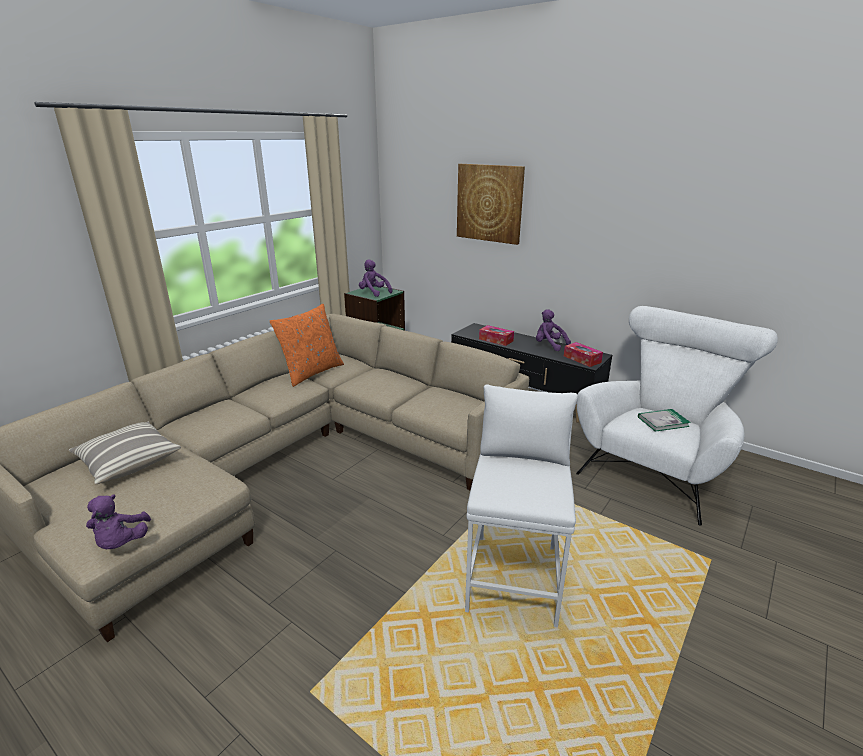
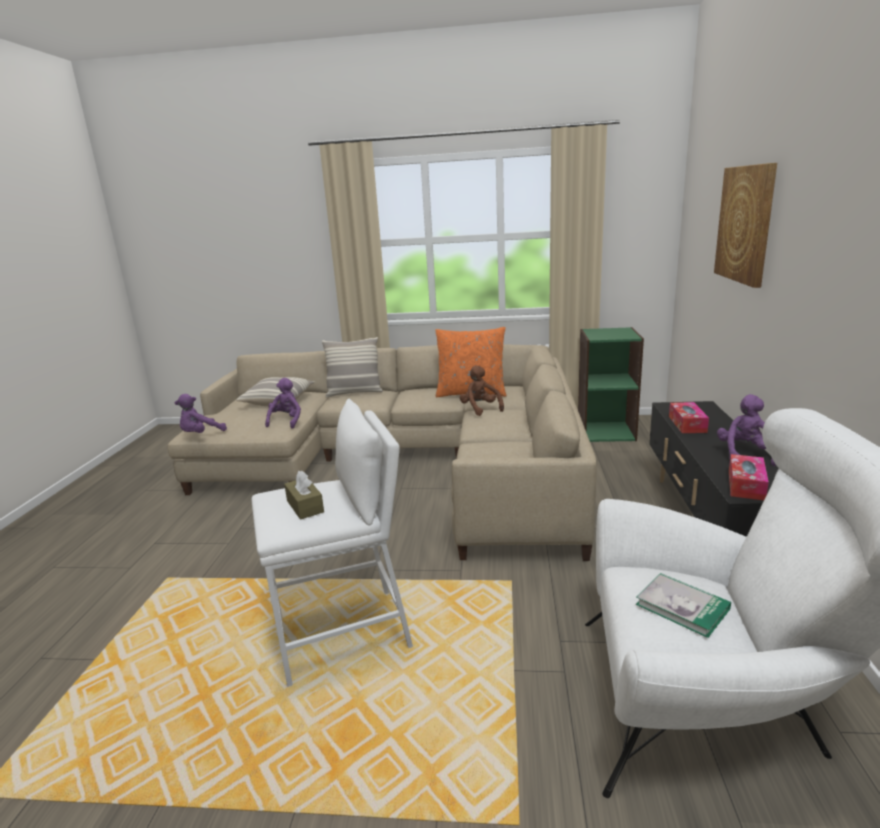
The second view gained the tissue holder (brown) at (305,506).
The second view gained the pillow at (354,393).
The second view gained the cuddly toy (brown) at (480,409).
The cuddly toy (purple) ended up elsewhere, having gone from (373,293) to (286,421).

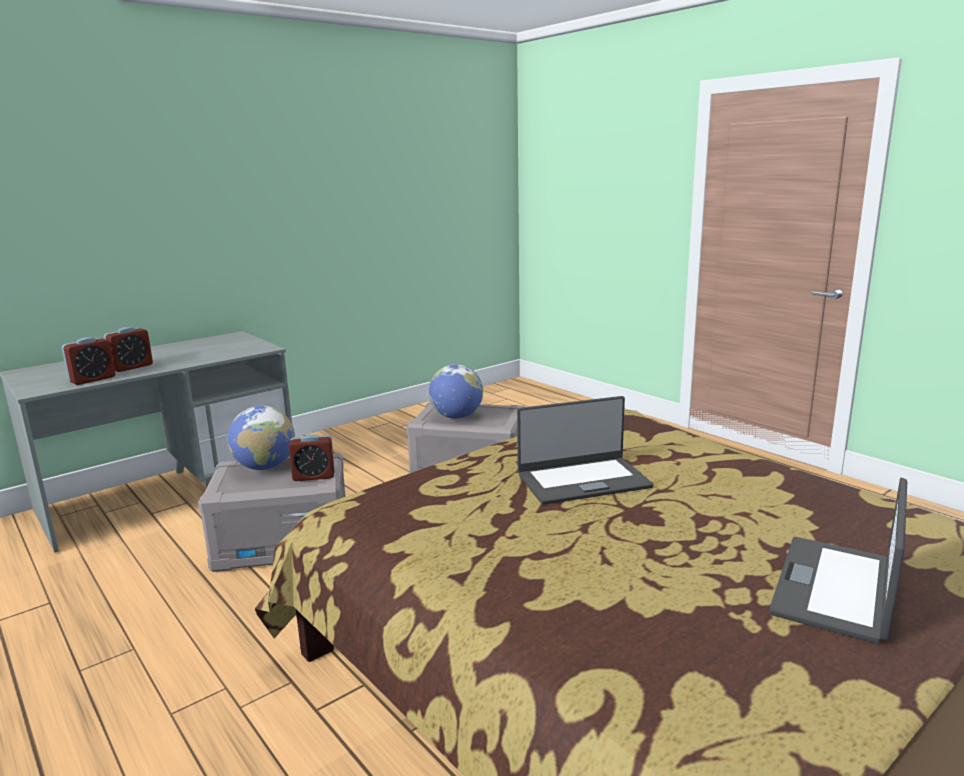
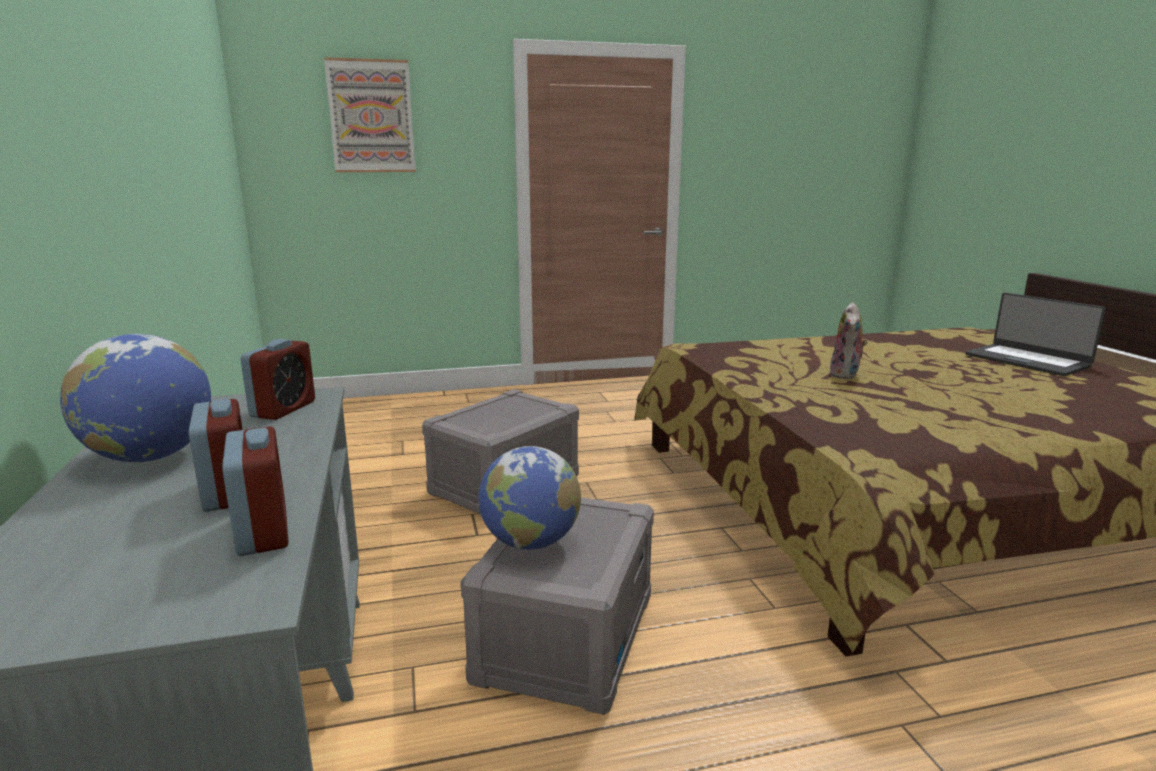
The second view gained the wall art at (371,116).
The bedside clock ended up elsewhere, having gone from (314,476) to (283,409).
The desk globe ended up elsewhere, having gone from (457,417) to (151,457).
Where the laptop stood at (582,480), the cuddly toy came to stand at (846,375).

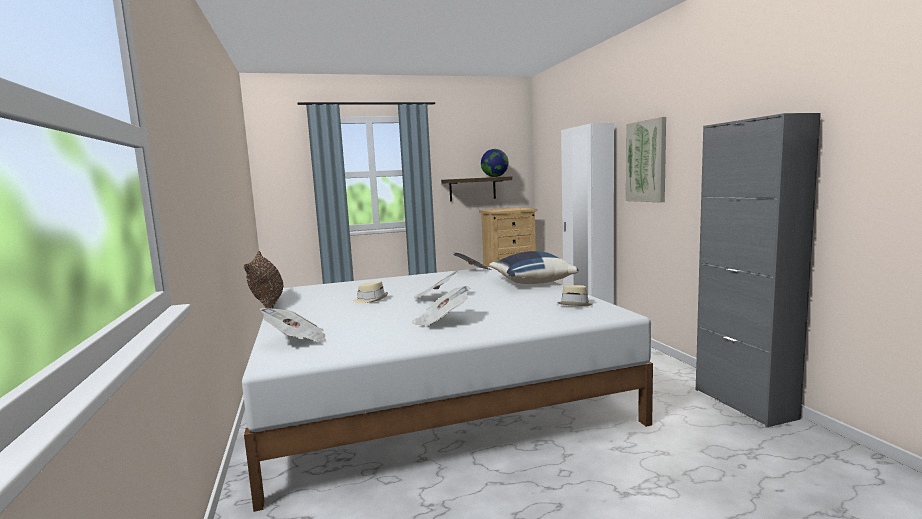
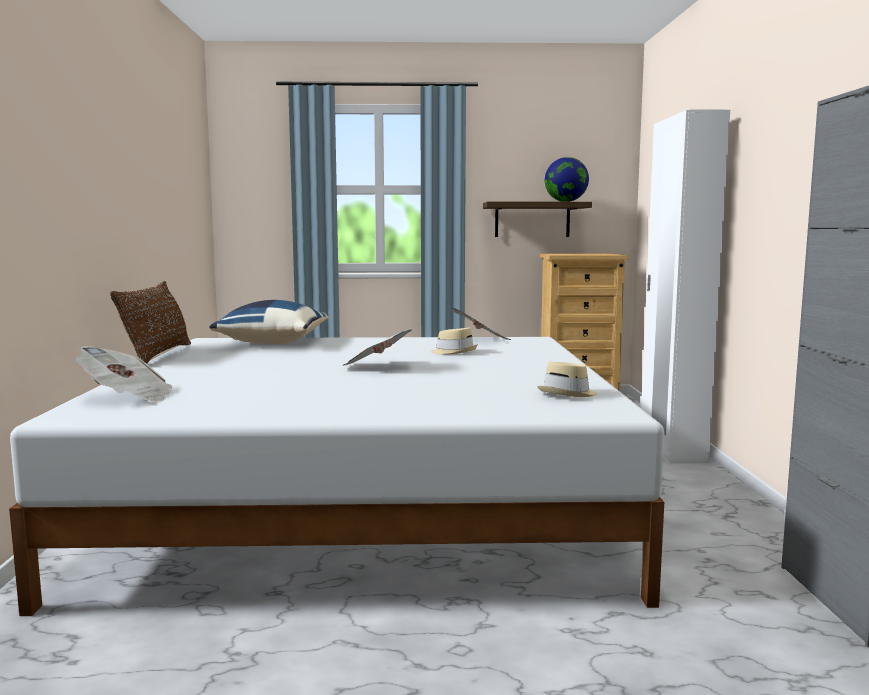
The second view lost the newspaper at (441,322).
The second view lost the wall art at (646,161).
The hat (beige-coloured) ended up elsewhere, having gone from (371,299) to (454,352).
The pillow (blue) ended up elsewhere, having gone from (531,282) to (272,343).

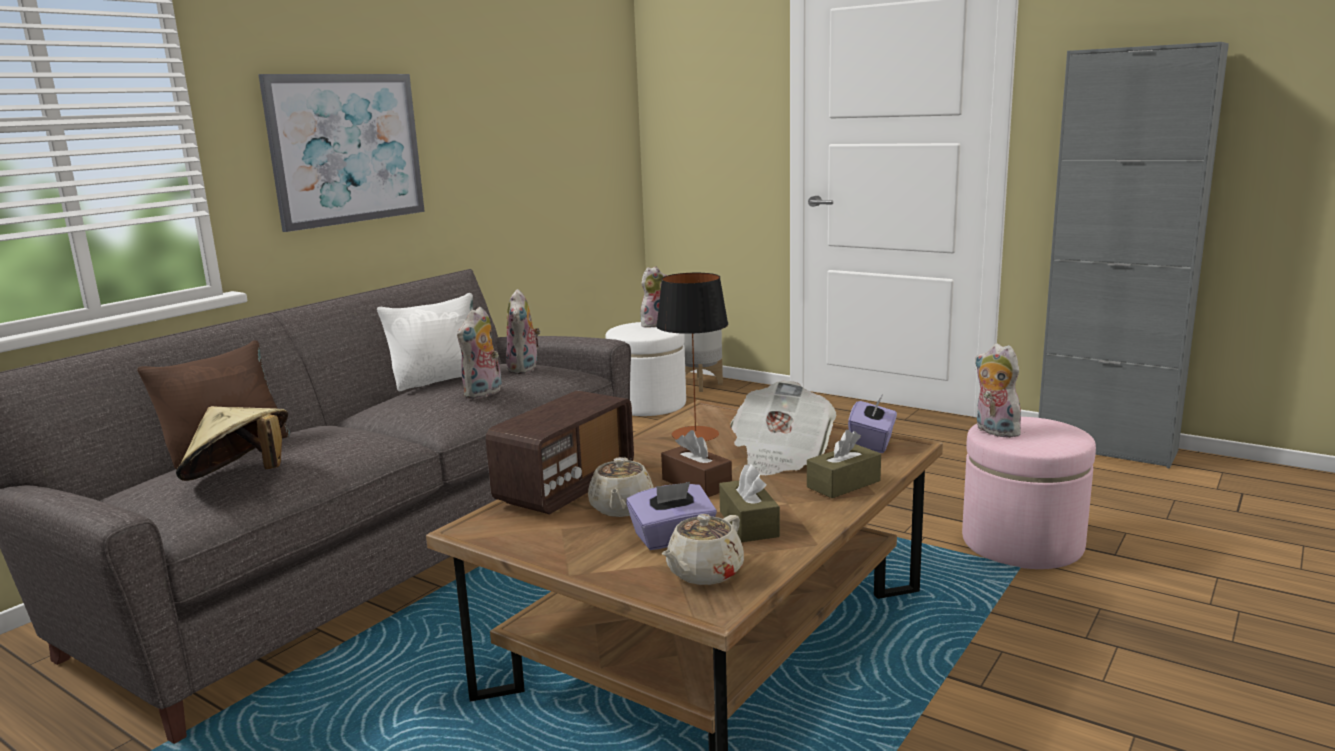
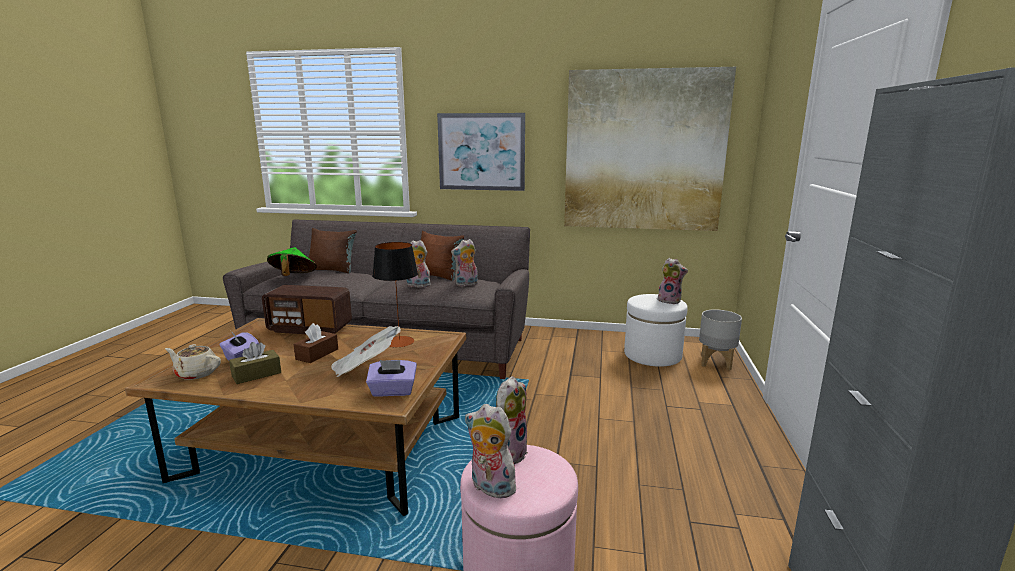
The second view lost the tea pot (beige-coloured) at (621,508).
The second view lost the tissue holder (brown) at (843,484).
The second view gained the cuddly toy at (490,488).
The second view gained the wall art at (644,151).
What was the hat (beige-coloured) at (240,478) turned into the hat (green-coloured) at (293,277).
What was the pillow (white-coloured) at (440,380) turned into the pillow (brown) at (438,276).

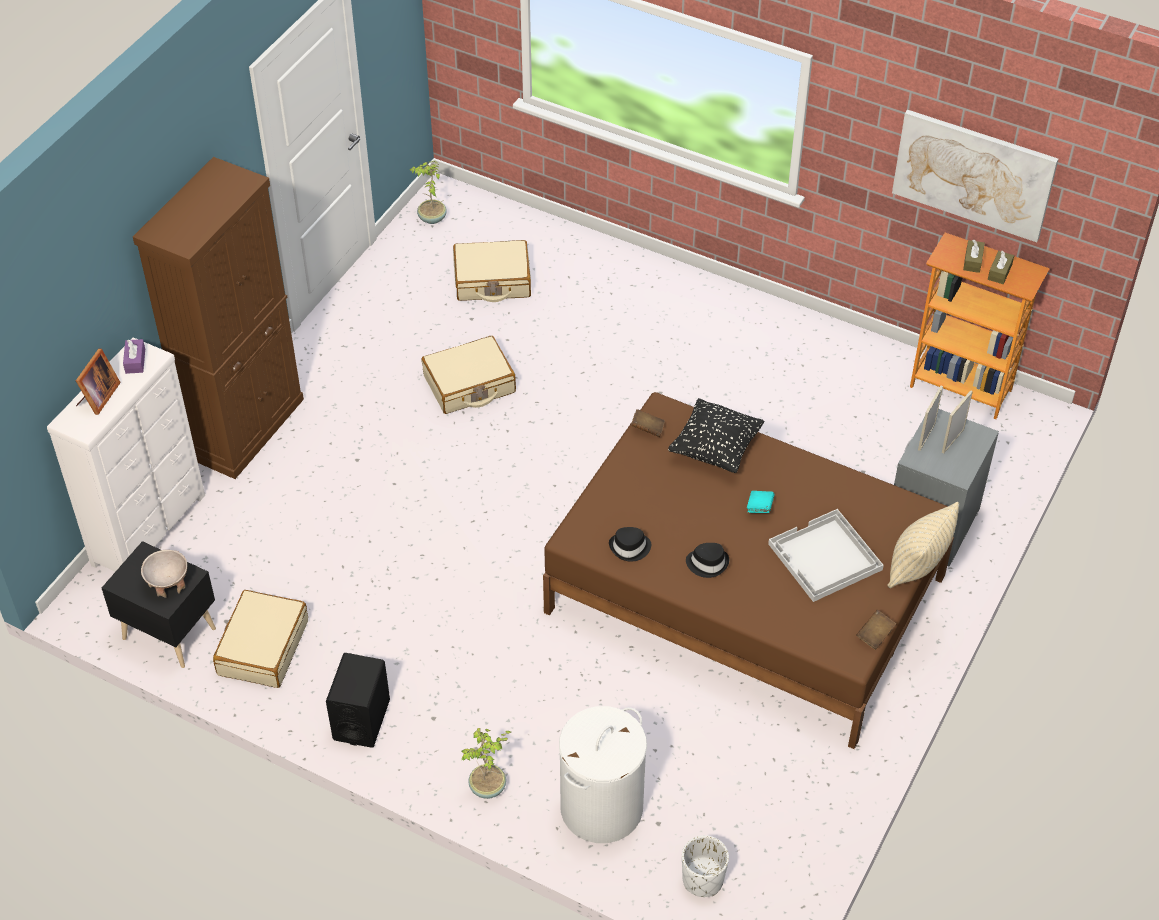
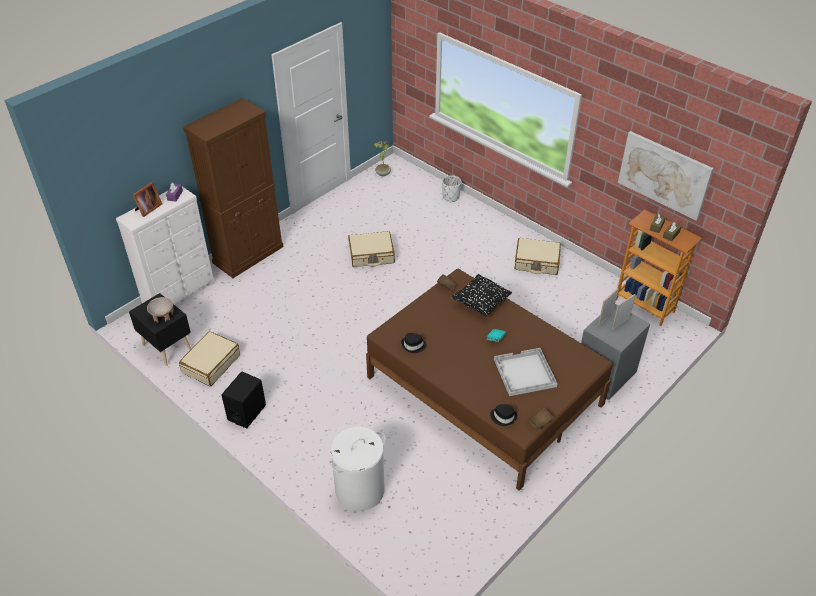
The second view lost the houseplant at (488,788).
The second view lost the pillow (beige-coloured) at (917,567).
The piece of luggage (beige-coloured) ended up elsewhere, having gone from (492,280) to (536,262).
The planter (white-coloured) ended up elsewhere, having gone from (702,880) to (450,197).
The hat (black-coloured) ended up elsewhere, having gone from (707,563) to (503,417).

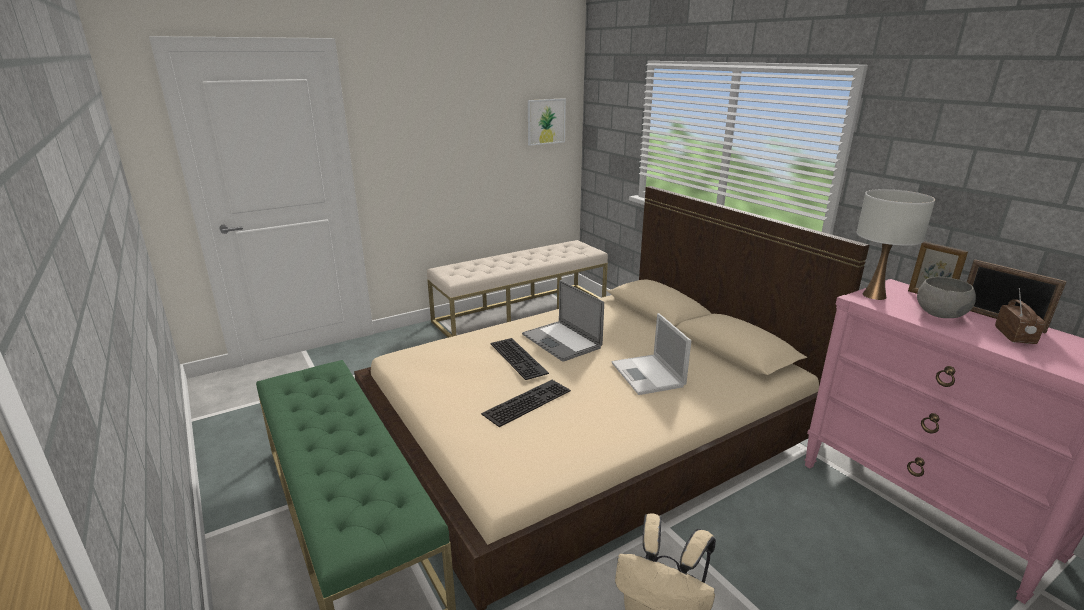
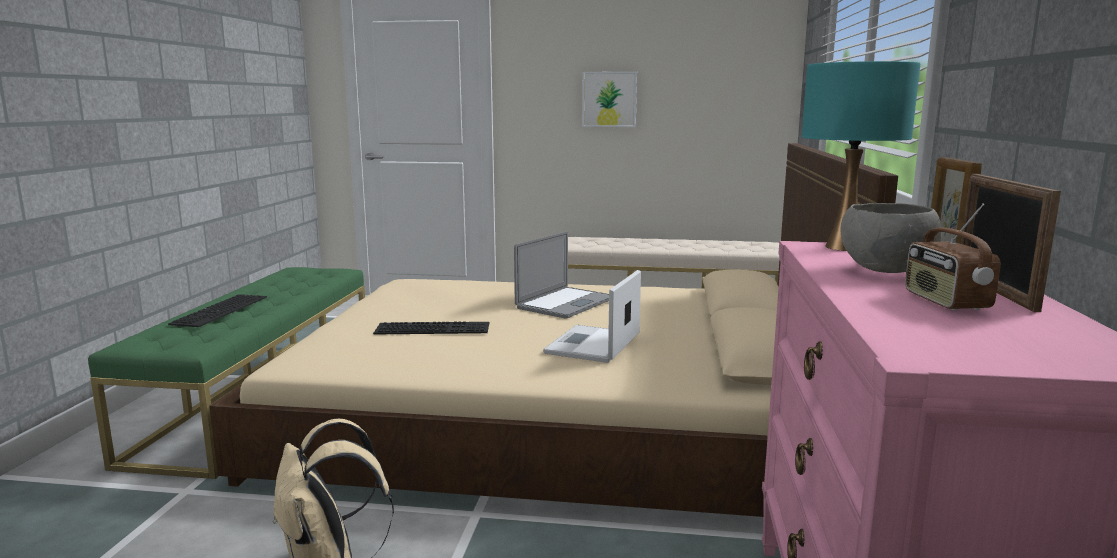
The PC keyboard ended up elsewhere, having gone from (520,358) to (222,310).
The wall art ended up elsewhere, having gone from (546,121) to (609,99).
What was the tabletop lamp (white-coloured) at (874,295) turned into the tabletop lamp (turquoise-coloured) at (844,247).
The laptop at (561,341) ended up facing another way, 150 degrees counterclockwise from before.
The radio at (1015,336) ended up facing another way, 120 degrees clockwise from before.

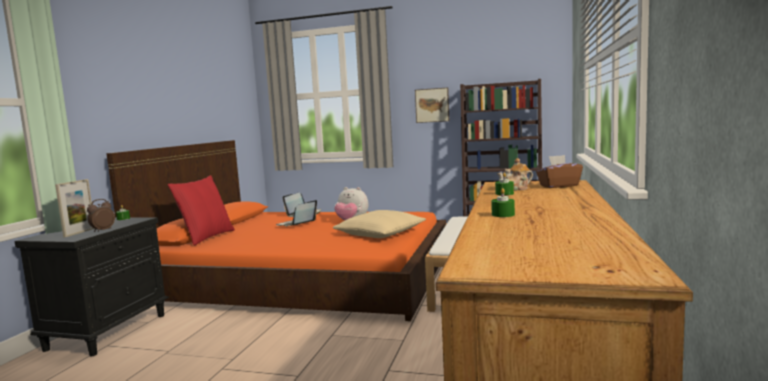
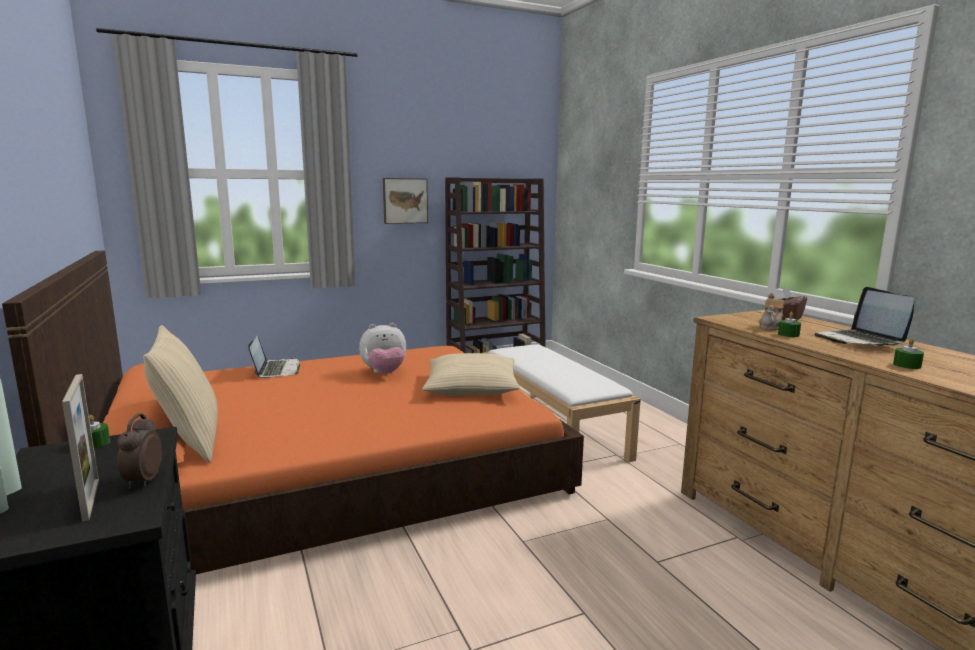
The laptop ended up elsewhere, having gone from (296,224) to (860,340).
What was the pillow (red) at (206,237) turned into the pillow (beige-coloured) at (190,441).

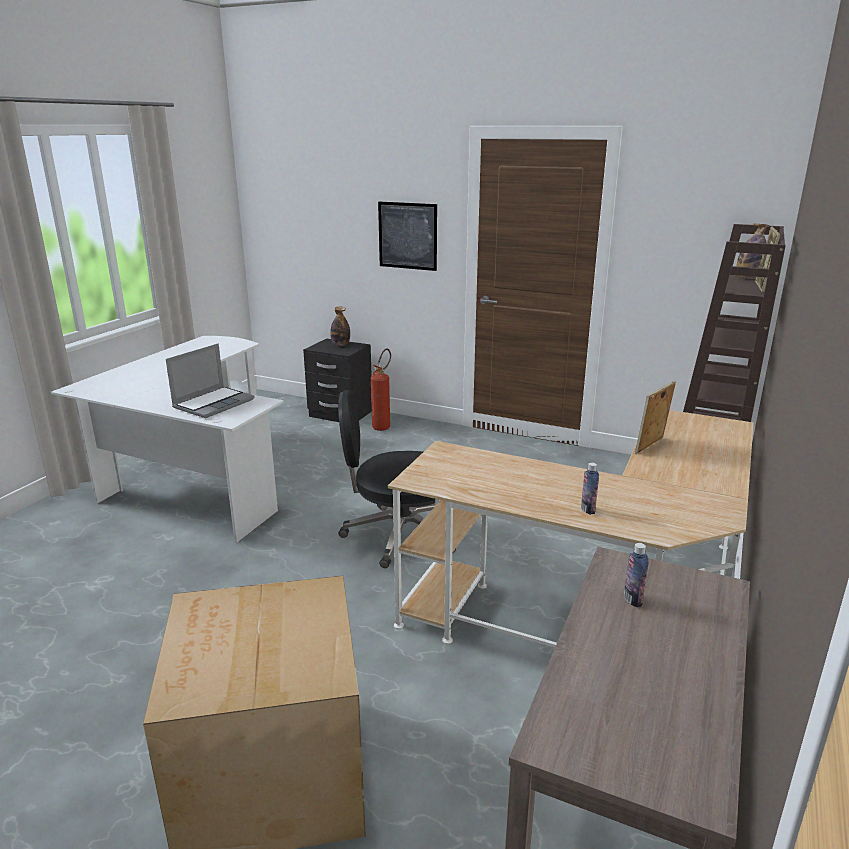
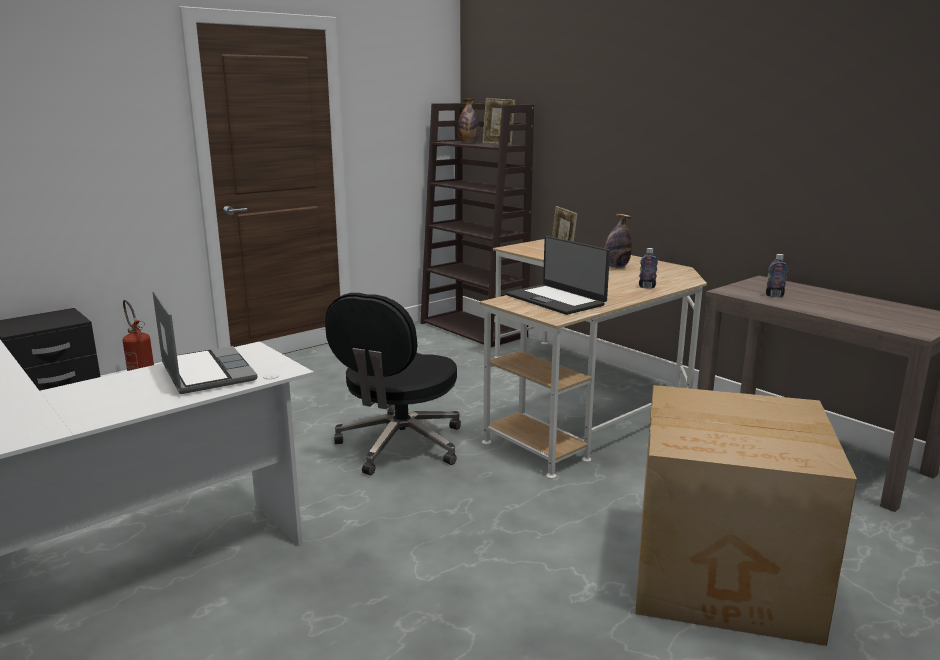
The second view lost the wall art at (407,236).
The second view gained the laptop at (556,300).
The drink bottle ended up elsewhere, having gone from (340,345) to (616,267).

